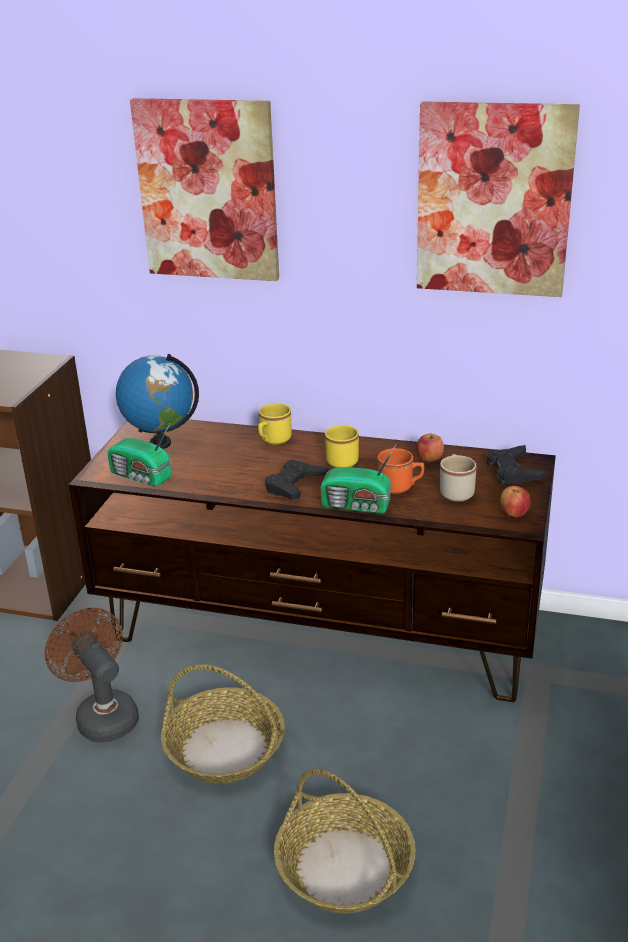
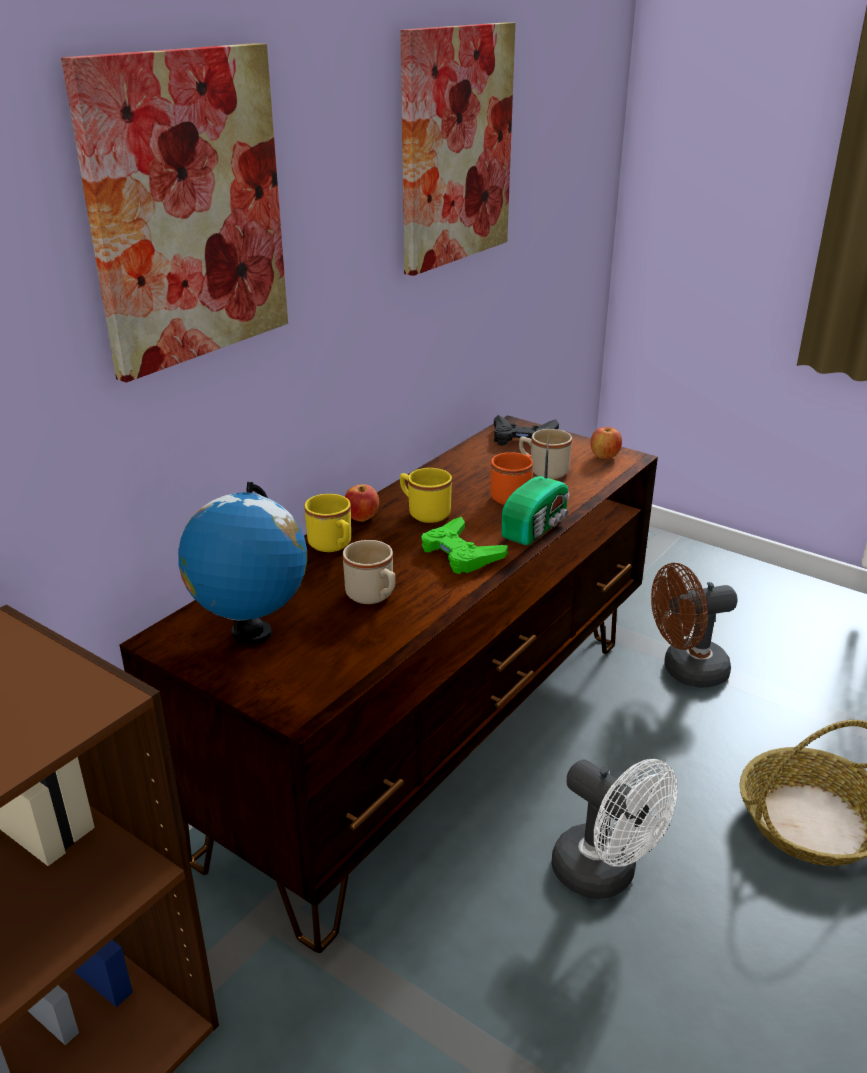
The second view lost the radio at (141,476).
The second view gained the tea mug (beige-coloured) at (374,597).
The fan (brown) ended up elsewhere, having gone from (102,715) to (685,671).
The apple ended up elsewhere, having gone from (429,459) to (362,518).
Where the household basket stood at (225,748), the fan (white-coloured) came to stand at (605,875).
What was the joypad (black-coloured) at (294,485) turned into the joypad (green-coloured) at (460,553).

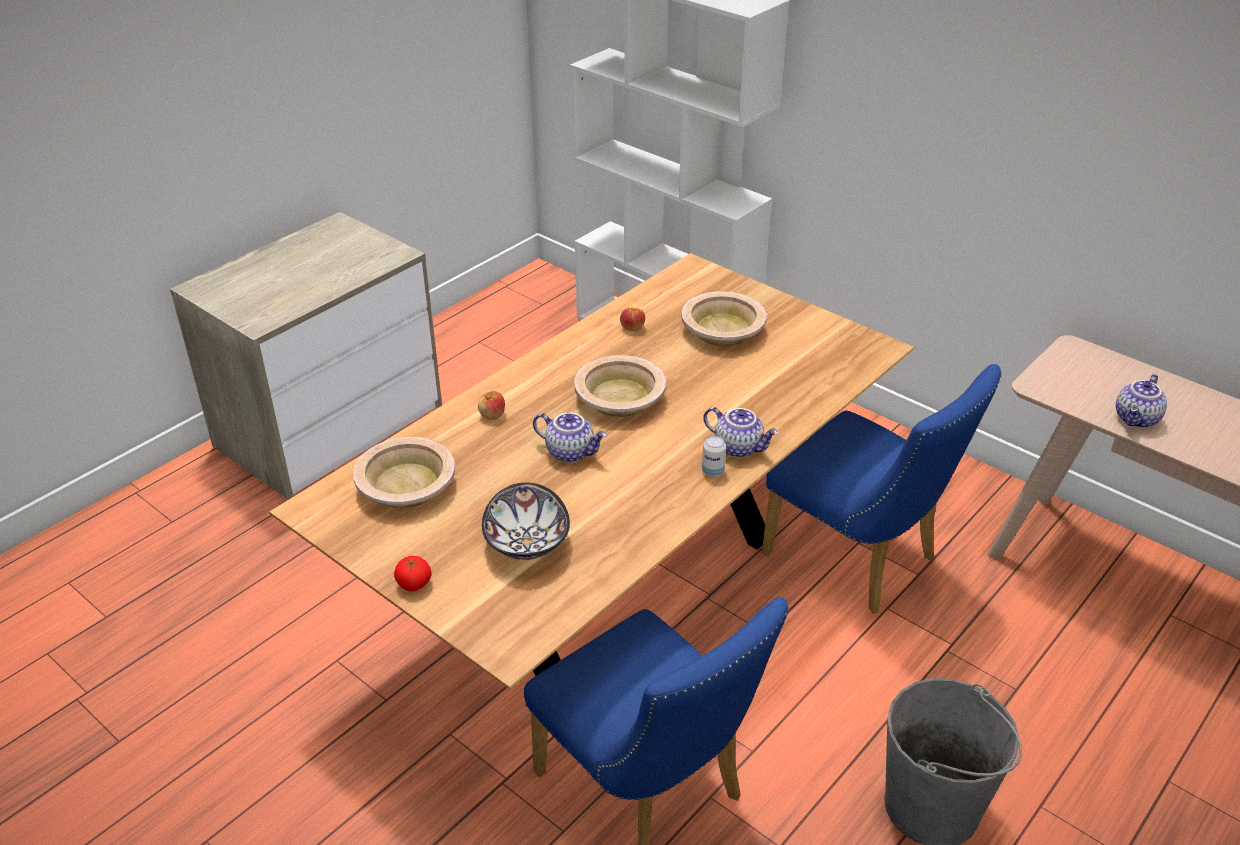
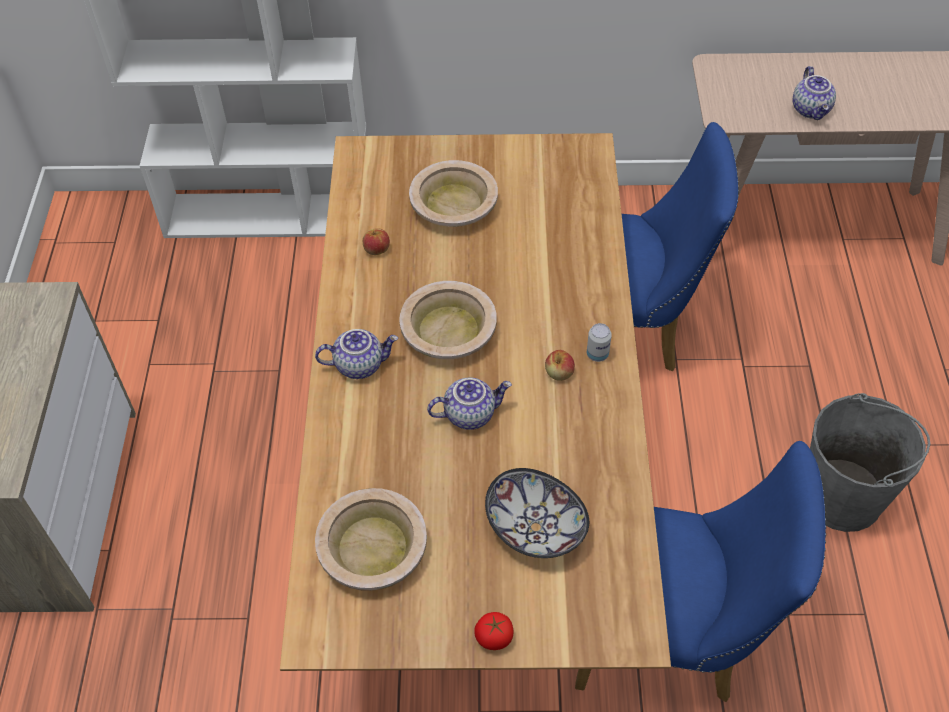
The apple ended up elsewhere, having gone from (492,415) to (559,373).
The tea pot ended up elsewhere, having gone from (739,447) to (359,364).

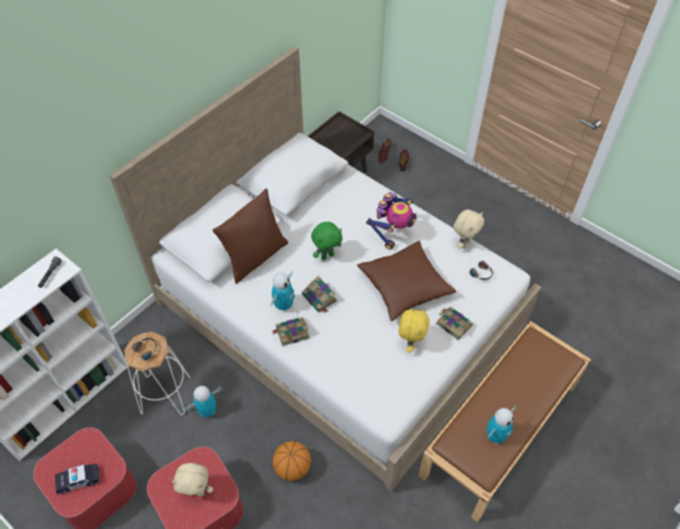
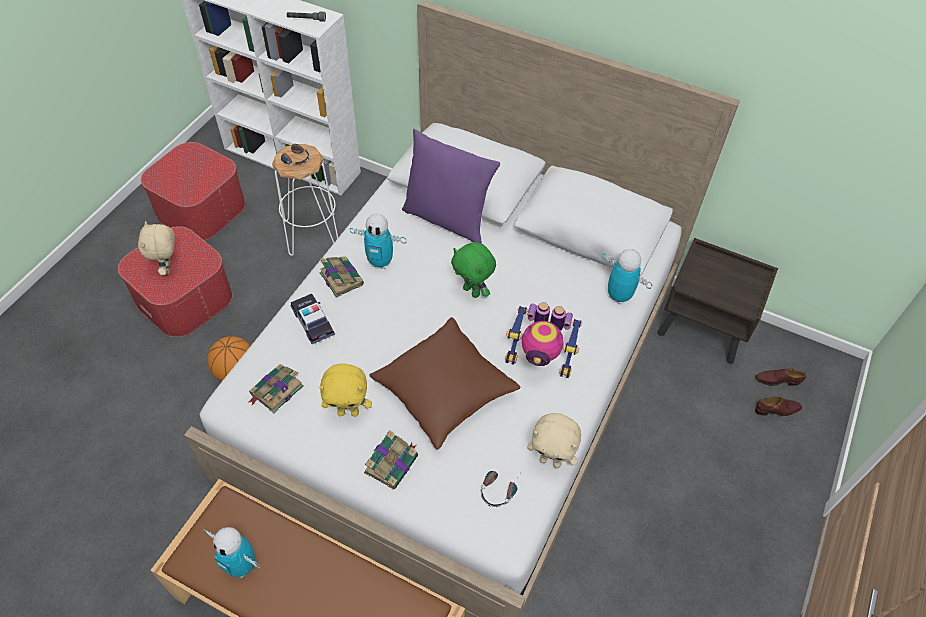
The model car ended up elsewhere, having gone from (78,480) to (313,322).
The robot figure ended up elsewhere, having gone from (207,411) to (618,296).
The bound book ended up elsewhere, having gone from (320,298) to (276,391).
What was the pillow (brown) at (255,257) turned into the pillow (purple) at (447,219).

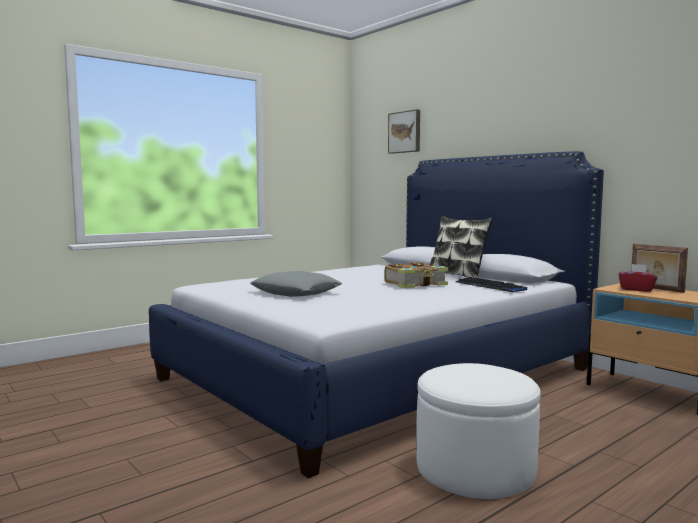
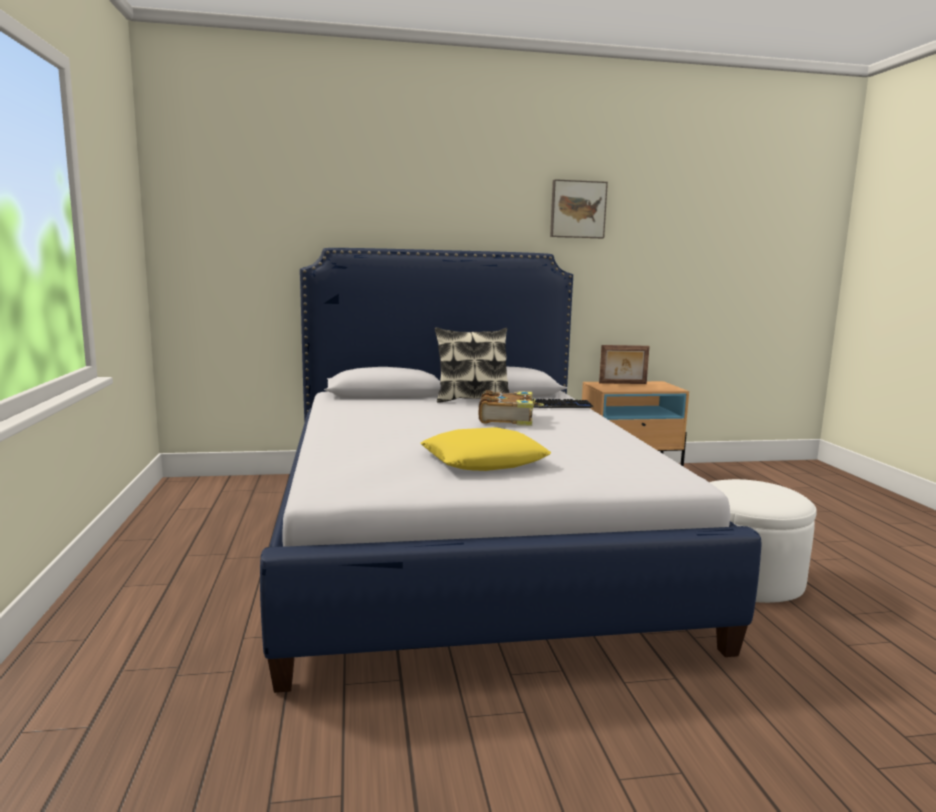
The second view lost the tissue holder (red) at (637,289).
The wall art ended up elsewhere, having gone from (405,132) to (577,209).
What was the pillow (grey) at (296,292) turned into the pillow (yellow-coloured) at (484,460).

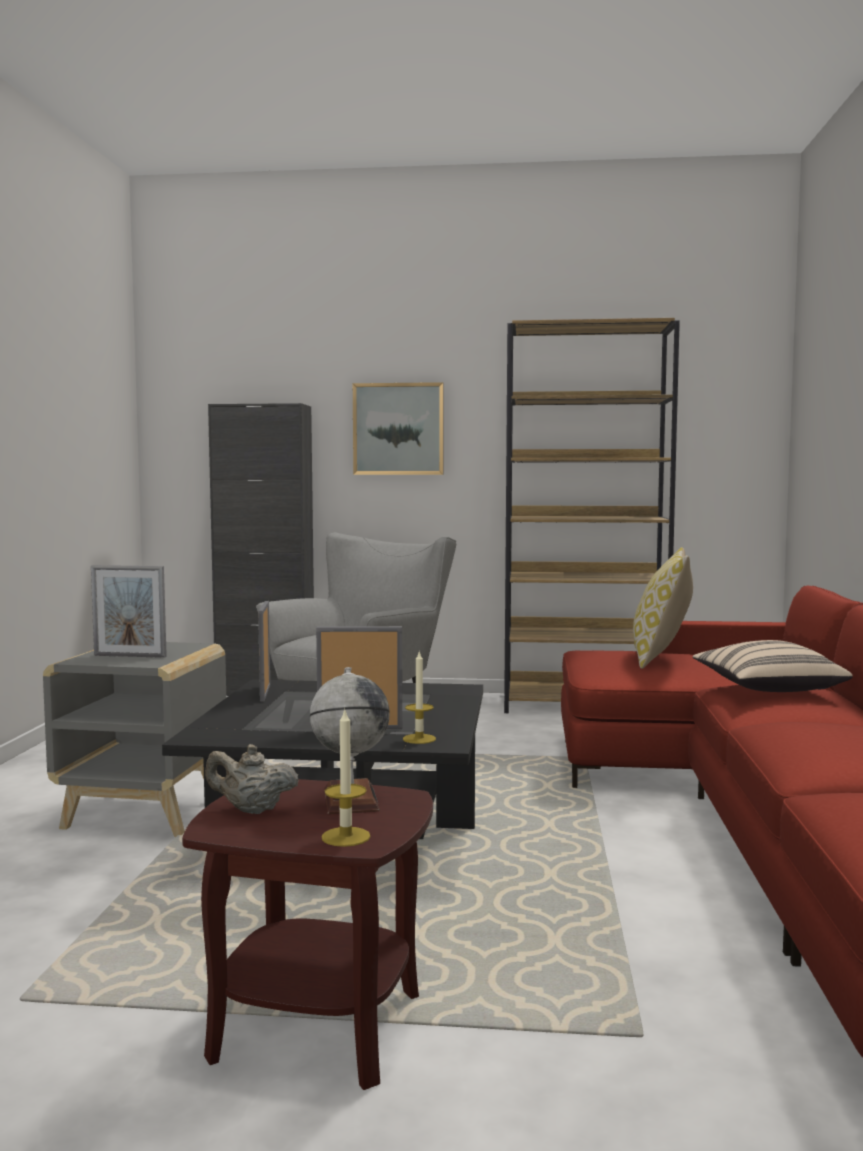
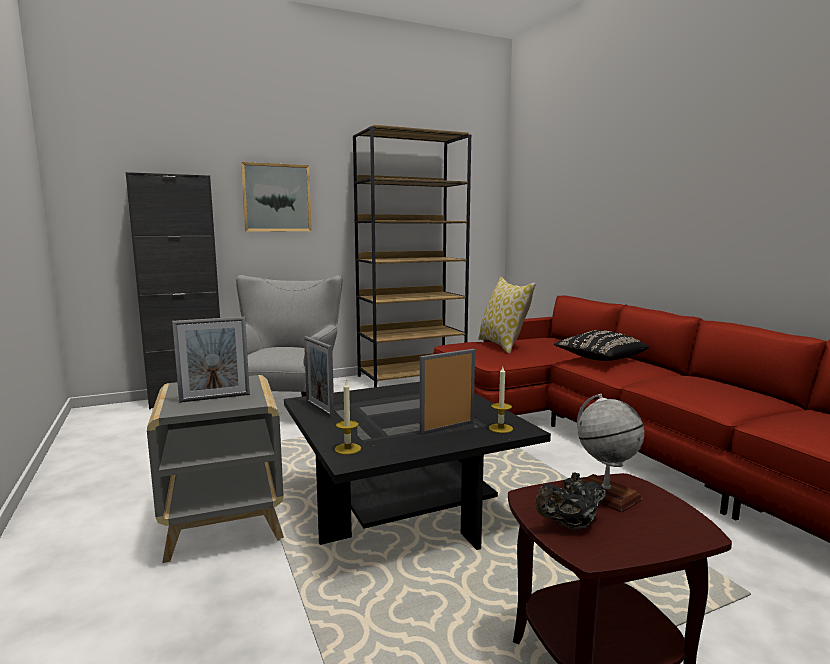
The wax light ended up elsewhere, having gone from (346,837) to (347,449).
What was the tea pot (beige-coloured) at (251,810) turned into the tea pot (black-coloured) at (570,525).
What was the pillow (beige-coloured) at (767,689) turned into the pillow (black-coloured) at (599,359).

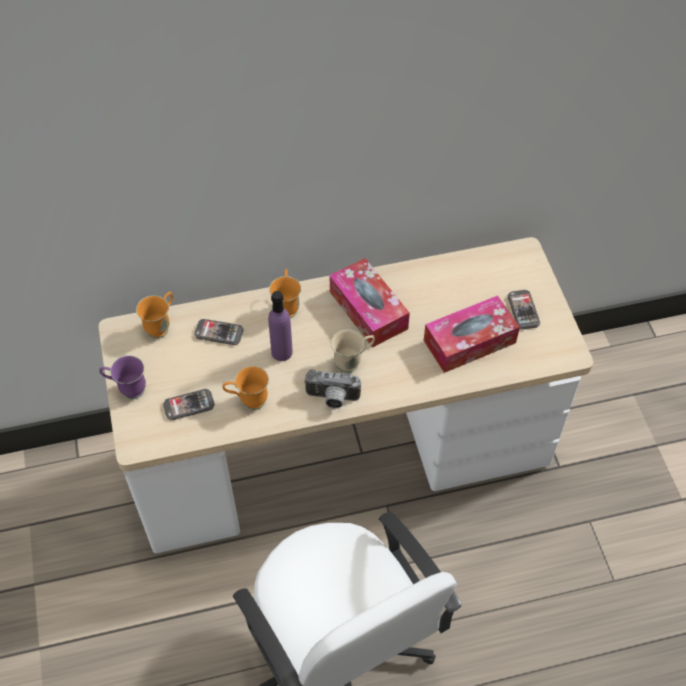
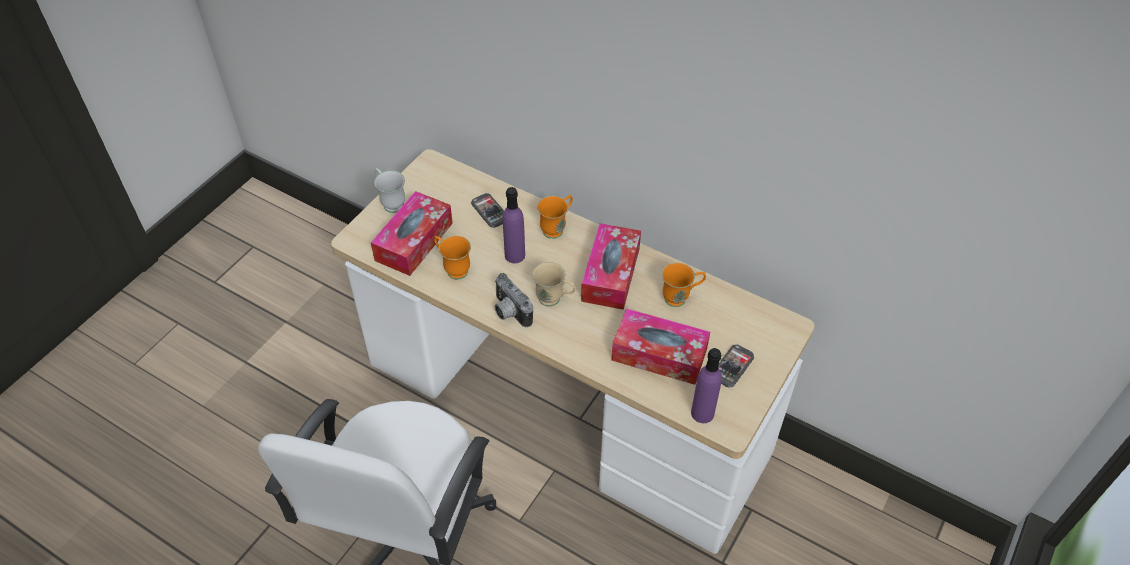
The second view gained the drink bottle (purple) at (702,413).
The tea mug (orange-coloured) ended up elsewhere, having gone from (161,326) to (681,298).
Where the handset stood at (189,405), the tissue holder came to stand at (414,241).
What was the tea mug (purple) at (127,389) turned into the tea mug (white-coloured) at (390,202).

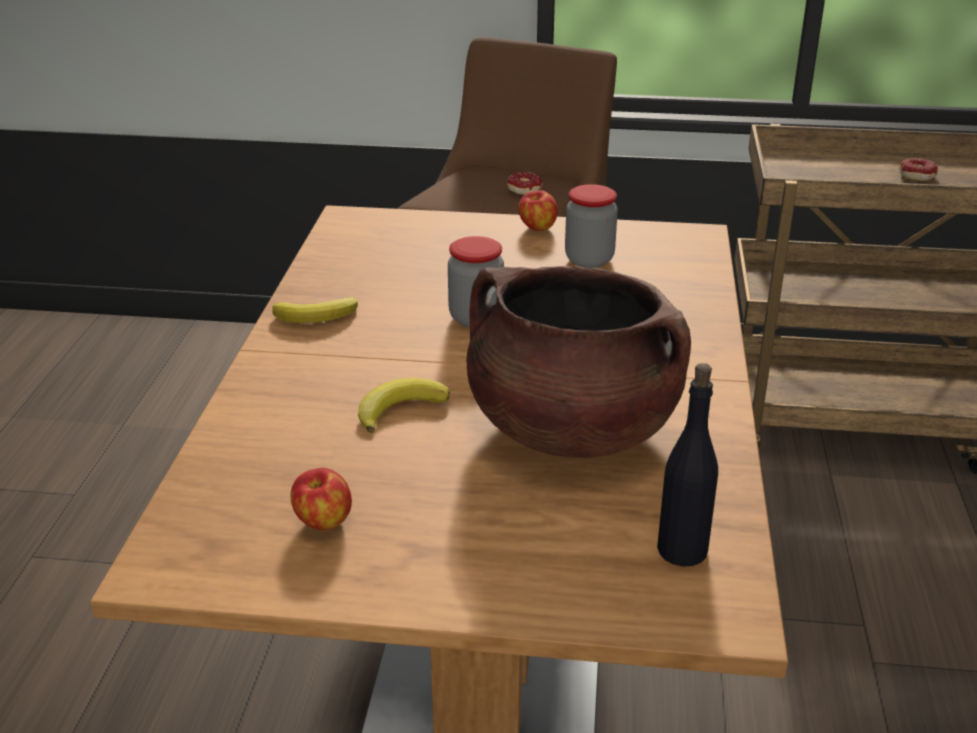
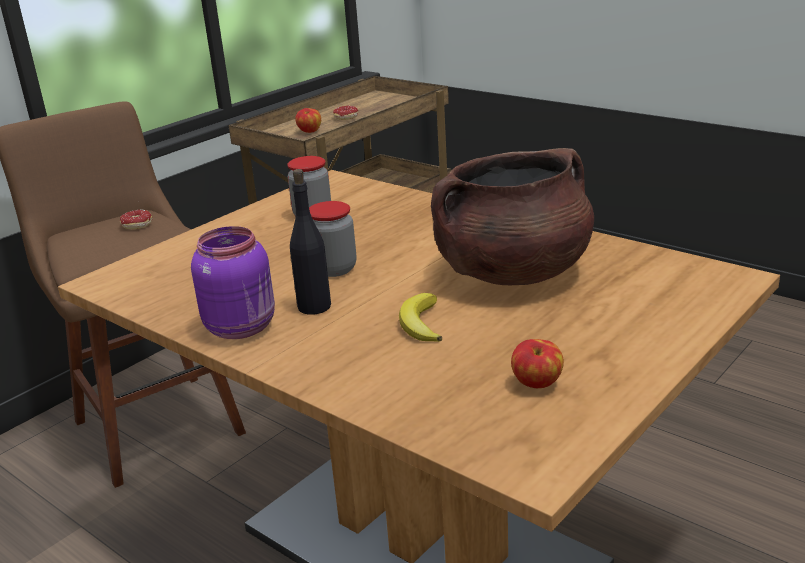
The apple ended up elsewhere, having gone from (537,228) to (309,132).
The drink bottle (black-coloured) ended up elsewhere, having gone from (682,550) to (314,306).
Where the banana stood at (318,315), the preserve jar (purple) came to stand at (242,327).

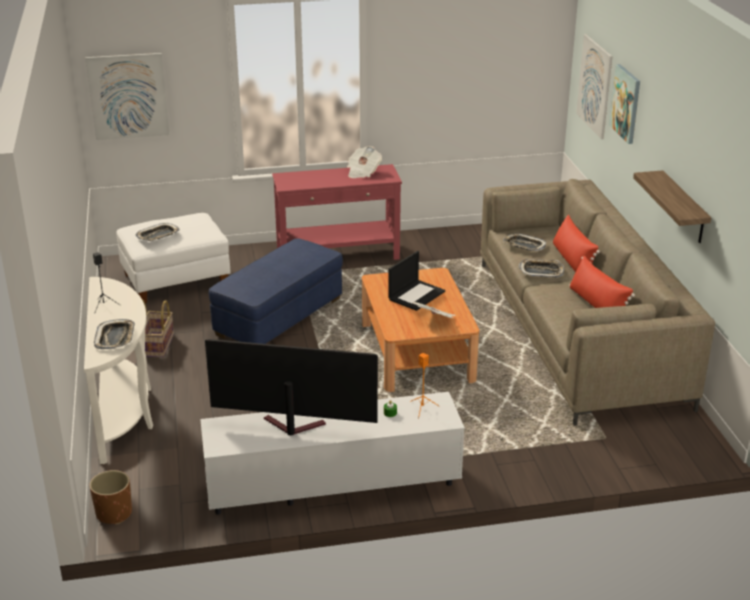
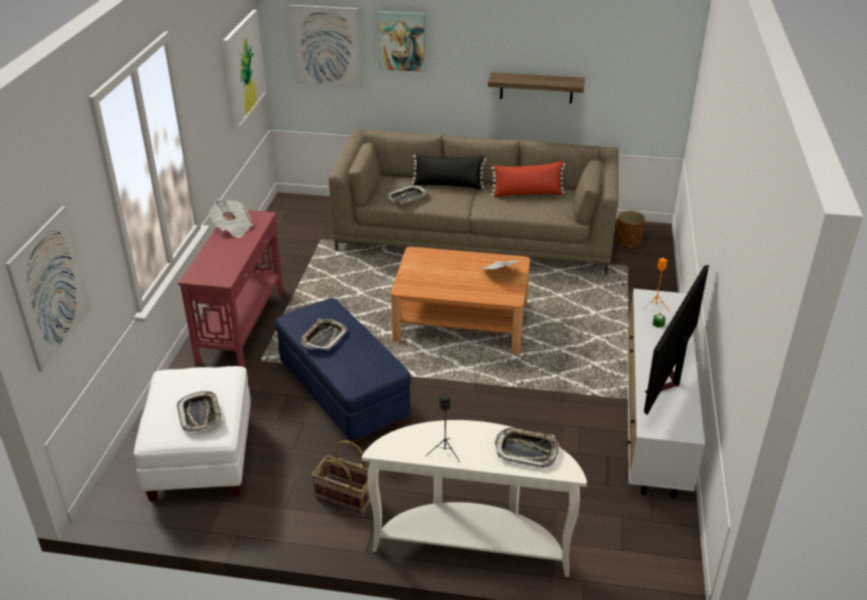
The second view lost the laptop at (416,295).
The second view gained the wall art at (243,68).
The planter (brown) ended up elsewhere, having gone from (113,513) to (628,241).
The serving tray ended up elsewhere, having gone from (541,271) to (324,337).
What was the pillow (red) at (572,261) turned into the pillow (black-coloured) at (448,185).

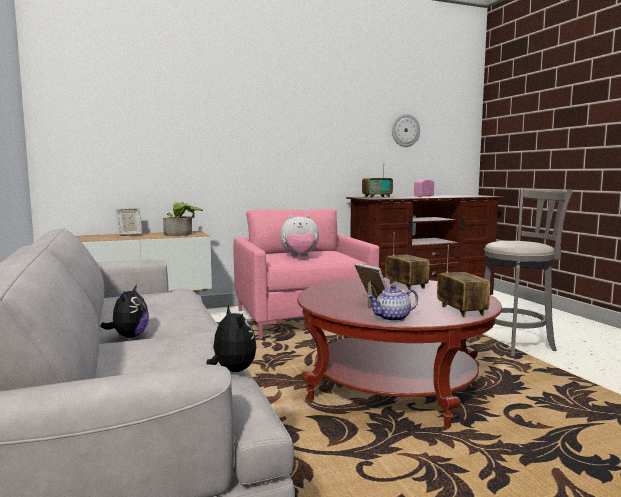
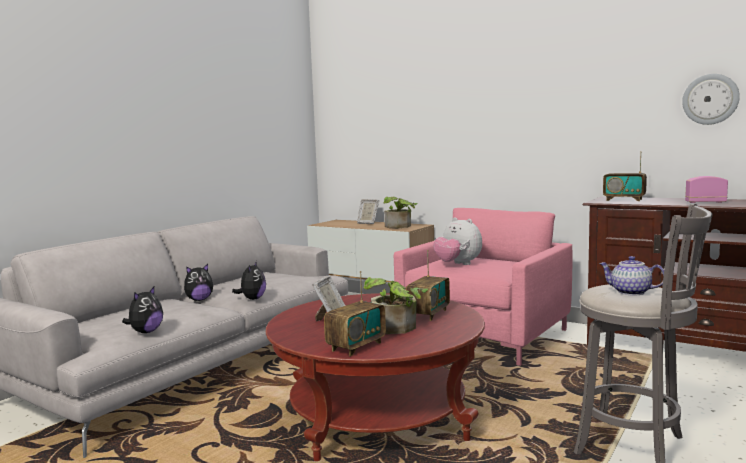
The second view gained the cuddly toy at (252,299).
The second view gained the houseplant at (395,329).
The tea pot ended up elsewhere, having gone from (393,318) to (630,292).

